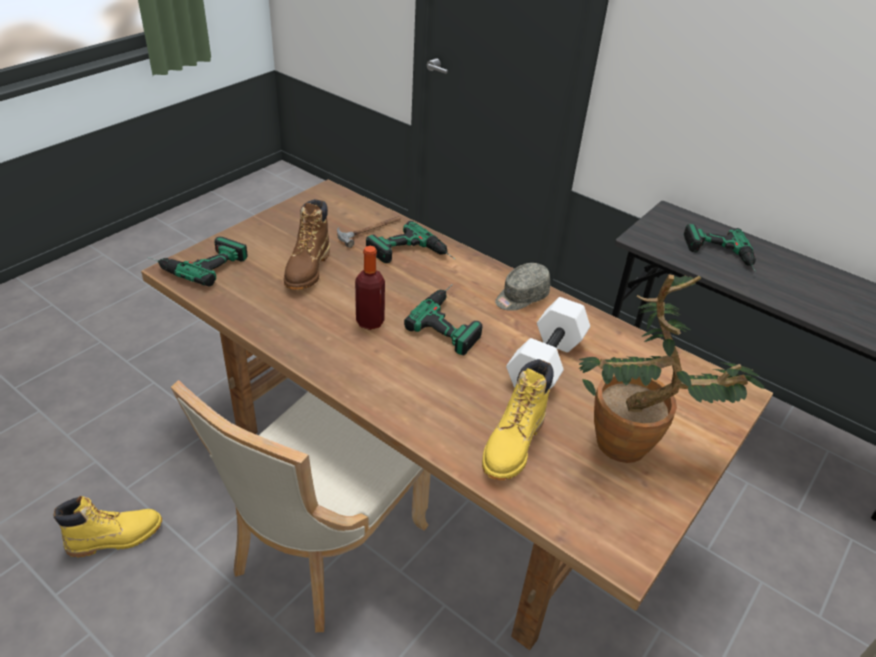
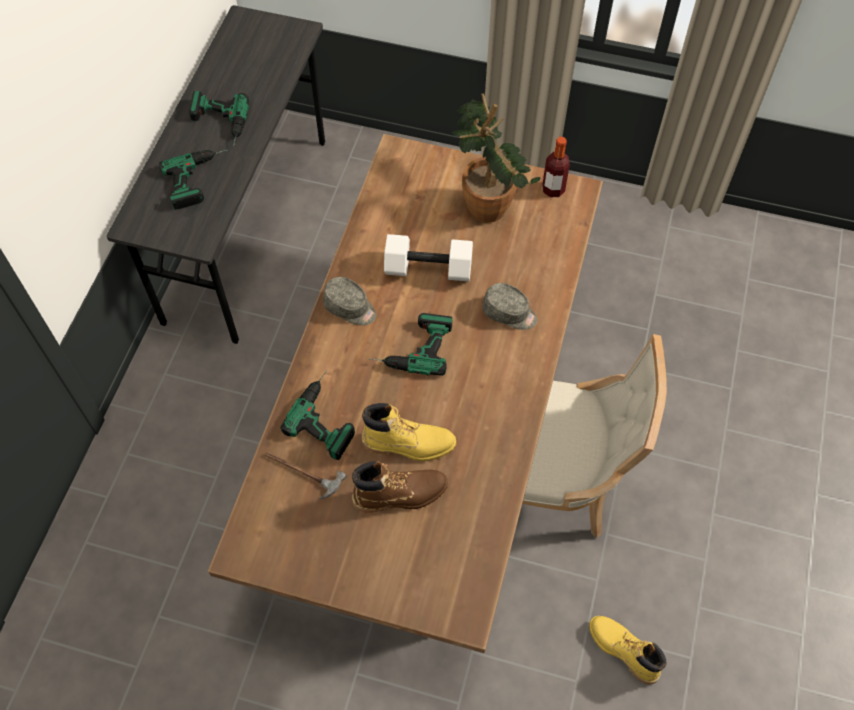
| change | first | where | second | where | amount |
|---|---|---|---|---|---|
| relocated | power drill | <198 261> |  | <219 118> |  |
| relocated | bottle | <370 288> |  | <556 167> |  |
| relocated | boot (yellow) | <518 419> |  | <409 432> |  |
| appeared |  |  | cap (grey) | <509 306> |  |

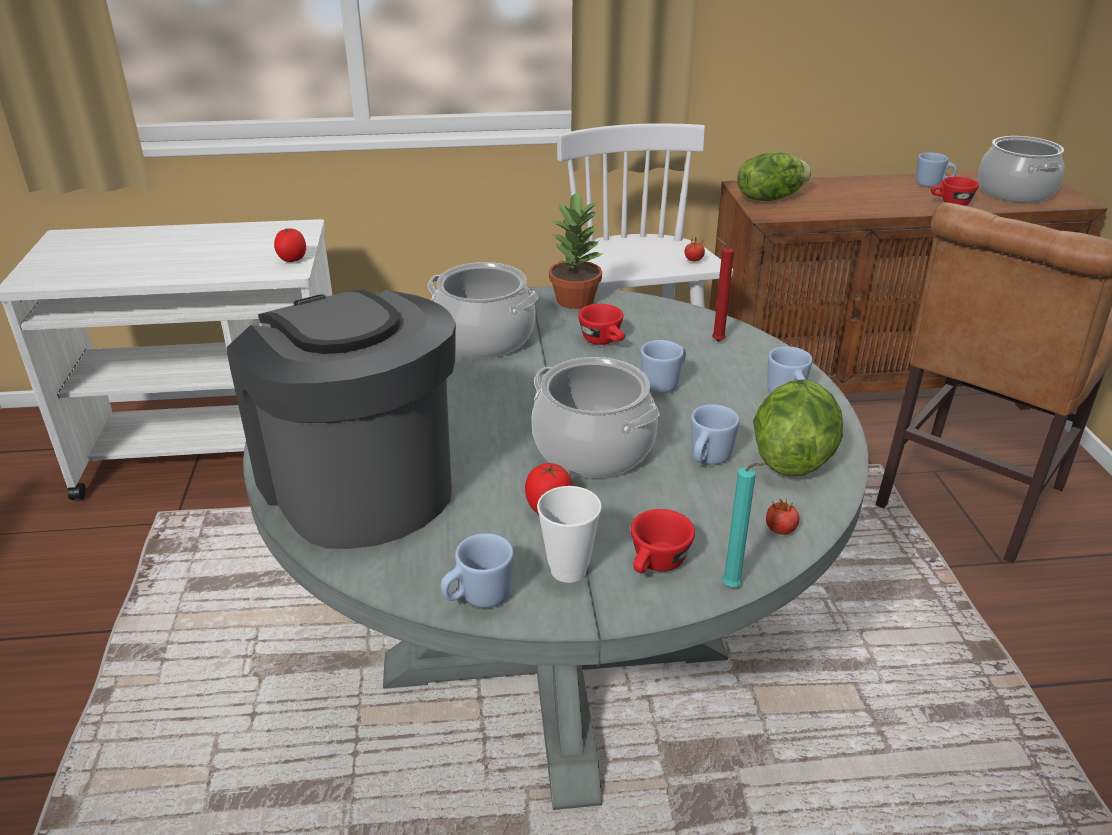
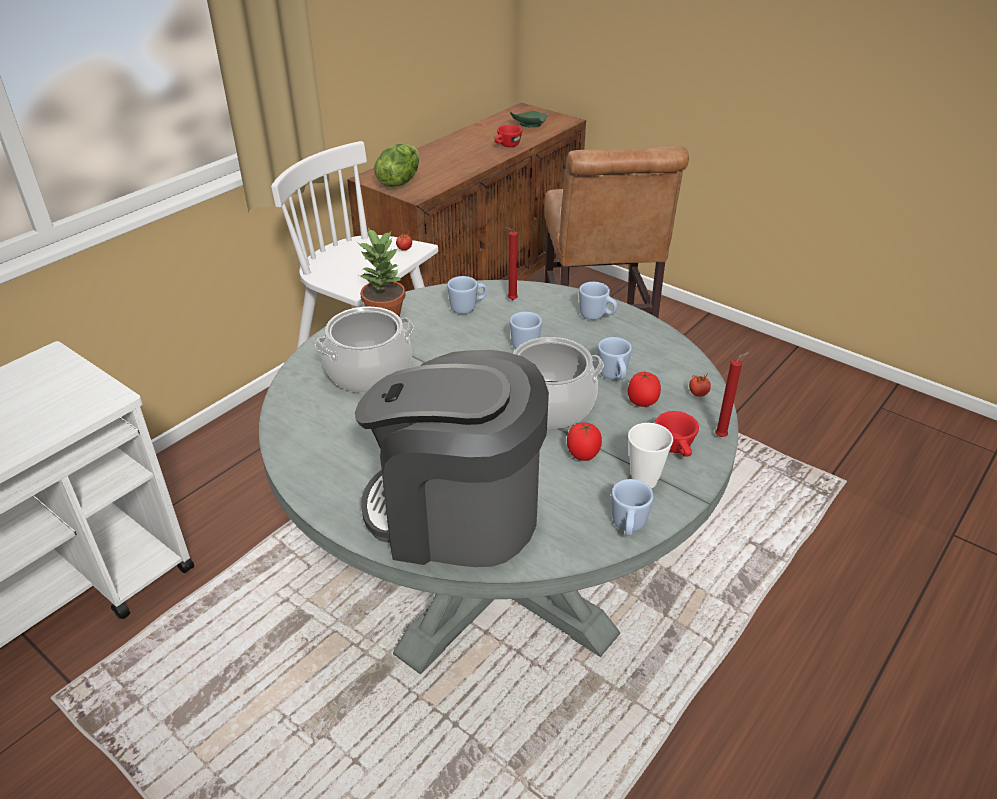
| change | first | where | second | where | amount |
|---|---|---|---|---|---|
| exchanged | cooking pot | <1021 169> | plate (green) | <528 119> |  |
| relocated | mug (blue) | <936 169> |  | <467 295> |  |
| relocated | tomato | <290 245> |  | <644 389> |  |
| missing | cup (red) | <601 324> |  |  |  |
| missing | lettuce | <798 428> |  |  |  |
| colour | candle (turquoise) | <744 525> | candle (red) | <732 394> |  |

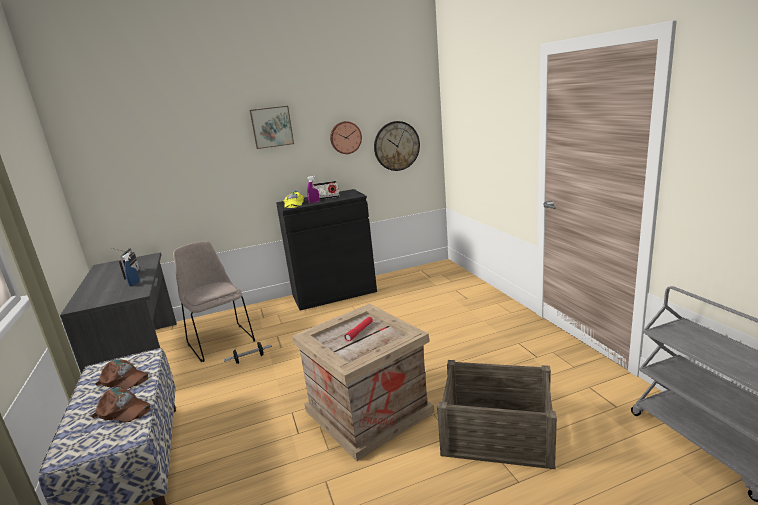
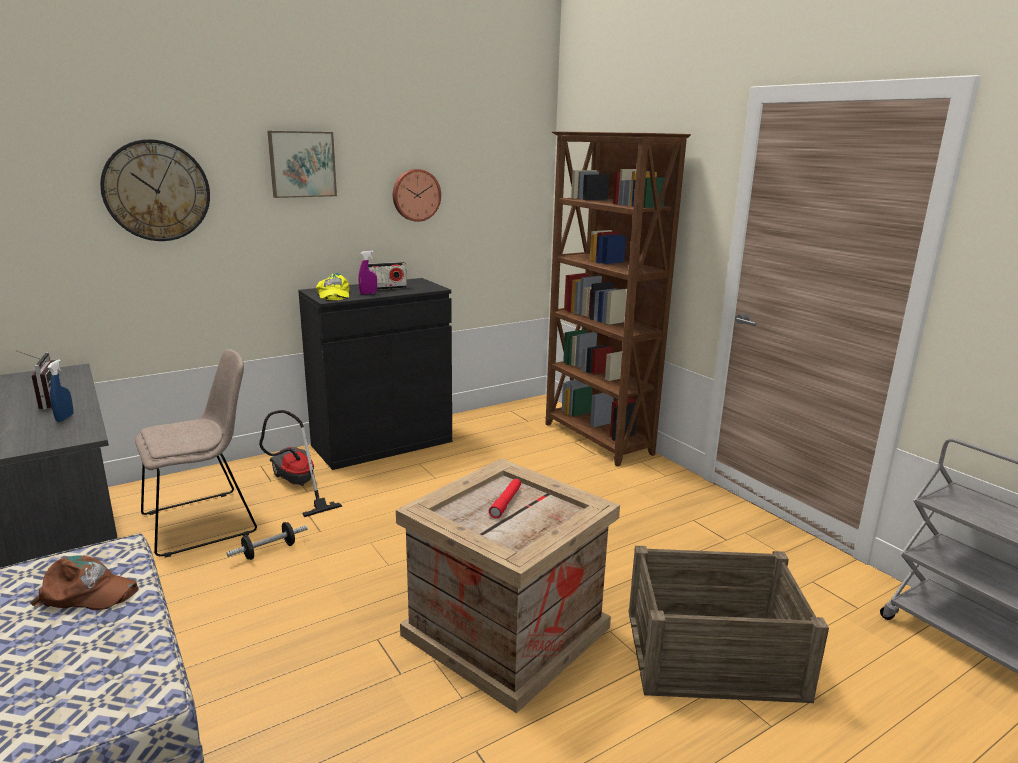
| change | first | where | second | where | amount |
|---|---|---|---|---|---|
| relocated | wall clock | <397 146> |  | <155 190> |  |
| spun | chair (beige) | <214 301> |  | <196 453> | 105 degrees clockwise |
| missing | cap (brown) | <121 405> |  |  |  |
| appeared |  |  | bookcase (brown) | <618 298> |  |
| appeared |  |  | vacuum cleaner | <300 463> |  |

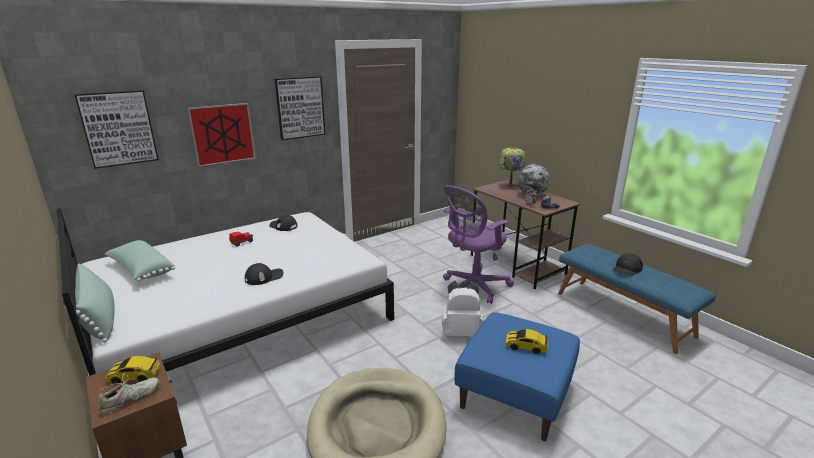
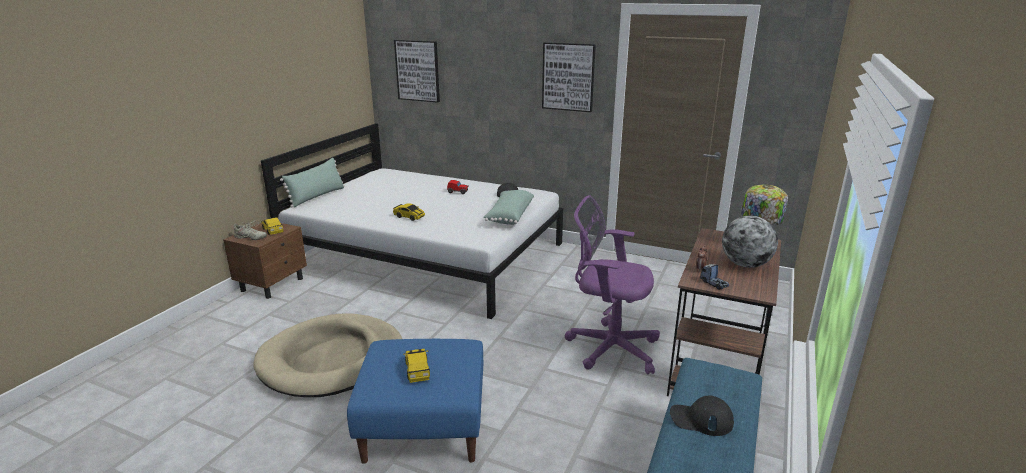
| change | first | where | second | where | amount |
|---|---|---|---|---|---|
| missing | picture | <221 135> |  |  |  |
| relocated | pillow (green) | <140 260> |  | <509 207> |  |
| exchanged | cap (black) | <264 274> | toy car | <409 212> |  |
| missing | backpack (white) | <463 309> |  |  |  |

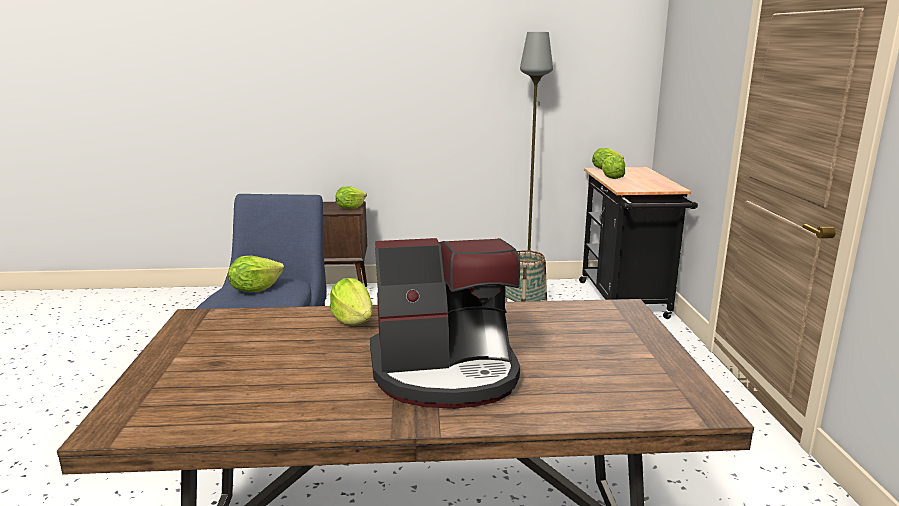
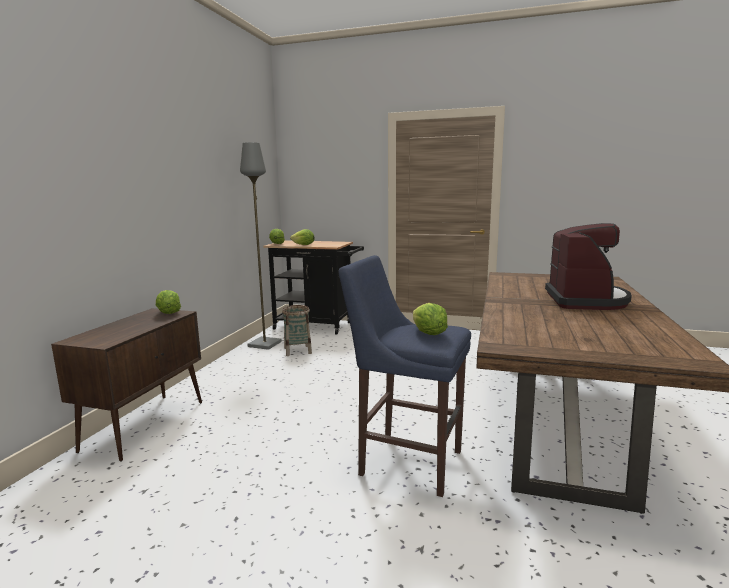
| change | first | where | second | where | amount |
|---|---|---|---|---|---|
| missing | lettuce | <351 301> |  |  |  |

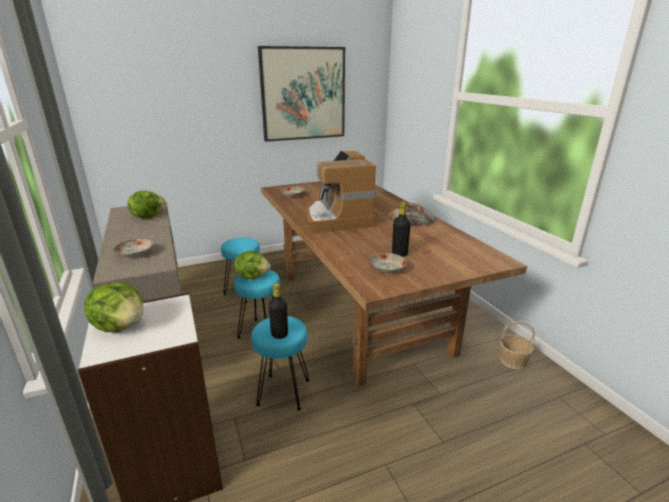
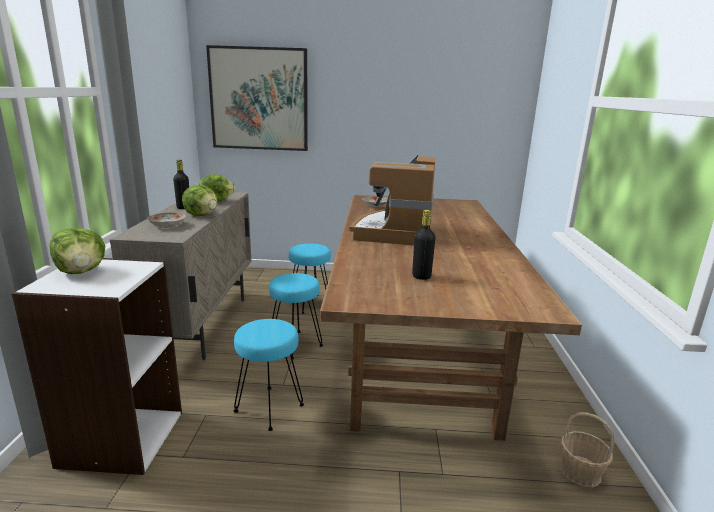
| change | first | where | second | where | amount |
|---|---|---|---|---|---|
| relocated | picture | <301 94> |  | <257 98> |  |
| missing | bread | <411 214> |  |  |  |
| relocated | lettuce | <253 265> |  | <200 200> |  |
| missing | plate | <388 263> |  |  |  |
| relocated | bottle (black) | <278 311> |  | <181 184> |  |

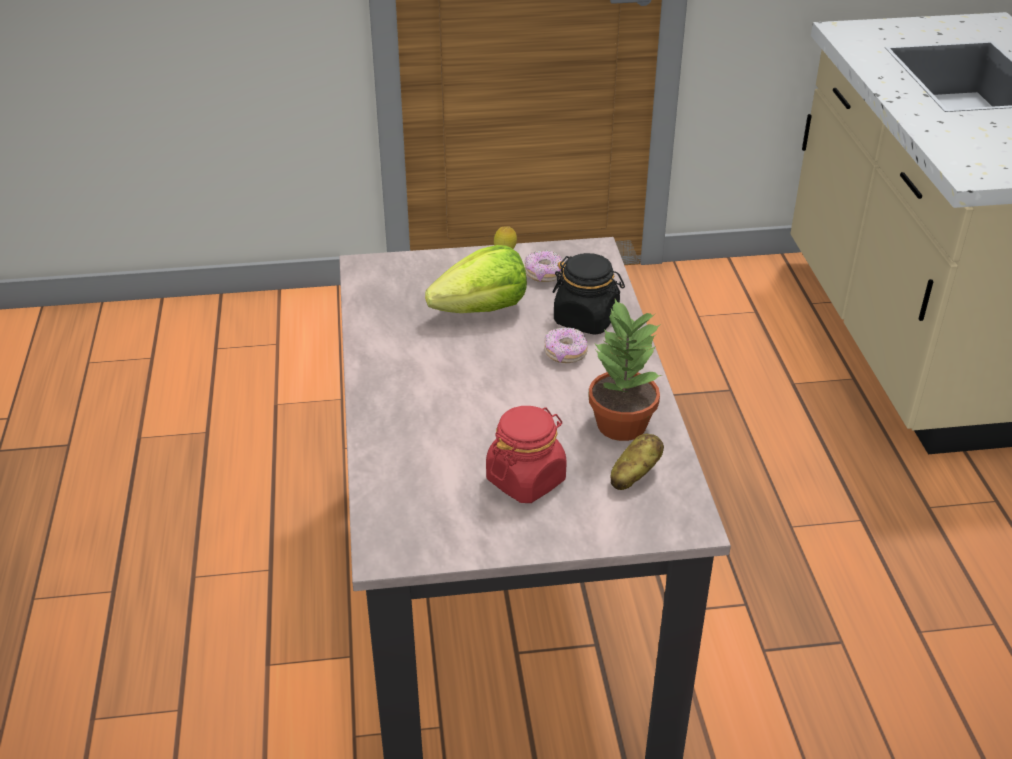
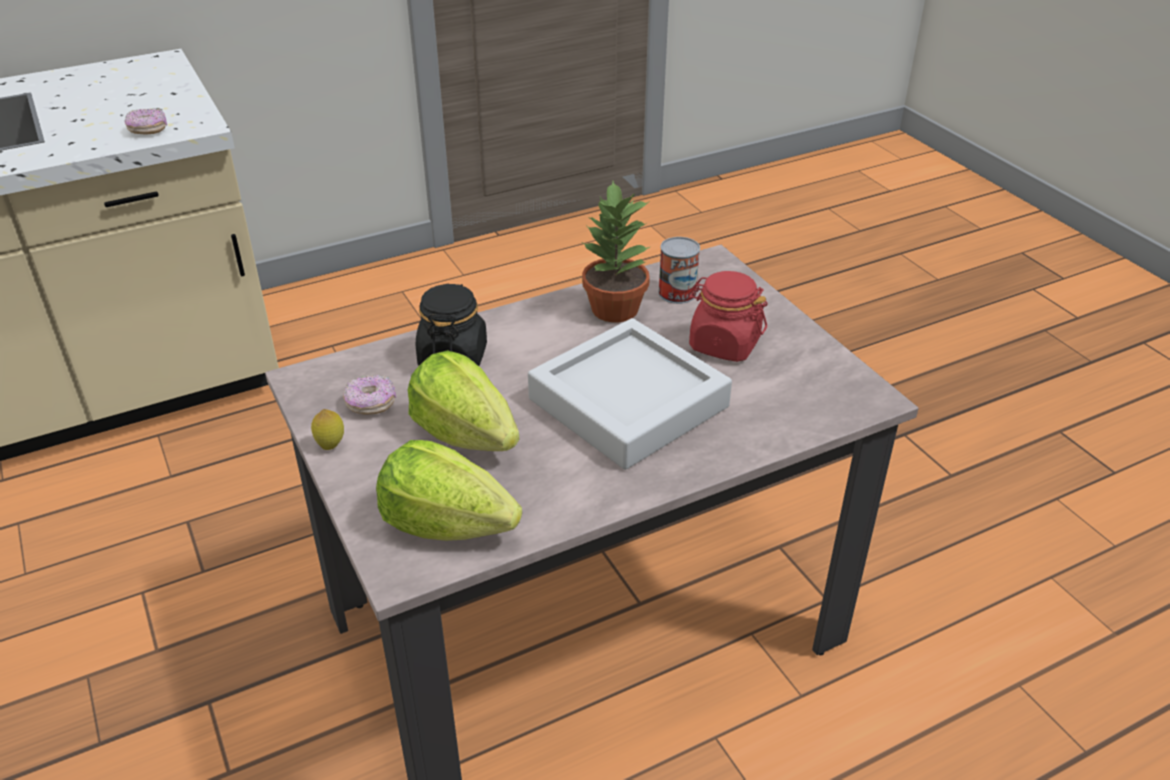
| change | first | where | second | where | amount |
|---|---|---|---|---|---|
| relocated | donut | <566 345> |  | <146 121> |  |
| exchanged | potato | <637 462> | can | <679 270> |  |
| appeared |  |  | tray (grey) | <630 394> |  |
| appeared |  |  | lettuce | <449 490> |  |

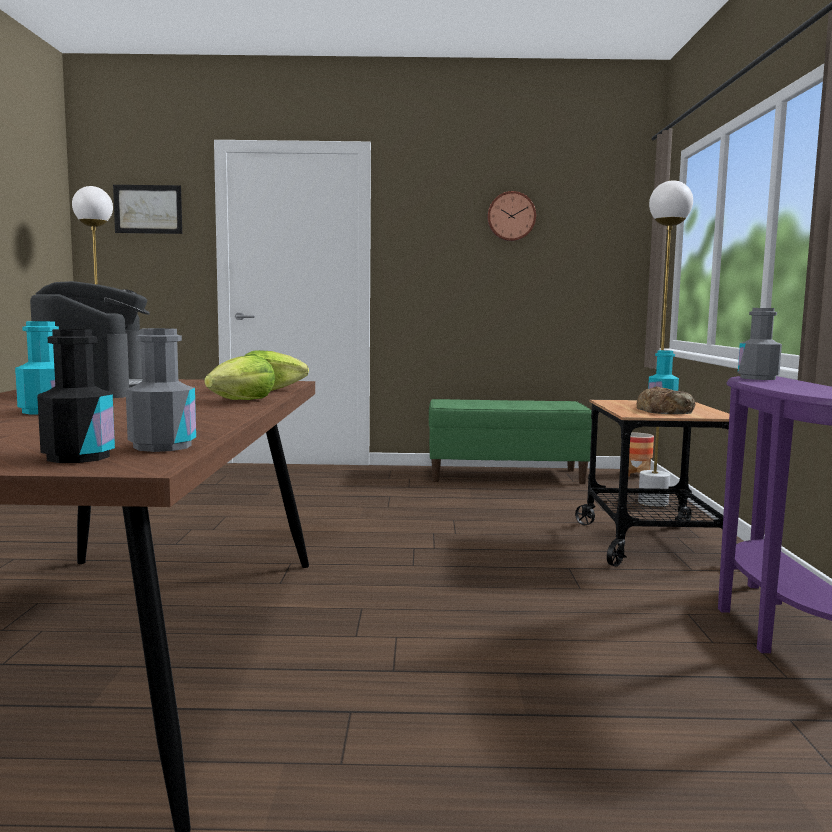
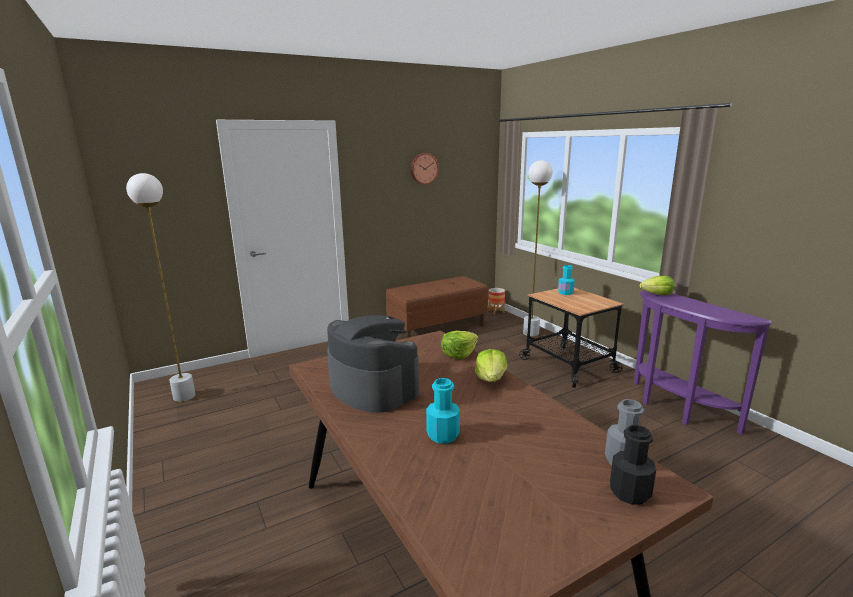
| change | first | where | second | where | amount |
|---|---|---|---|---|---|
| missing | picture | <147 209> |  |  |  |
| exchanged | bottle (grey) | <760 344> | lettuce | <657 285> |  |
| missing | bread | <666 400> |  |  |  |
| colour | bench (green) | <510 441> | bench (brown) | <437 307> |  |

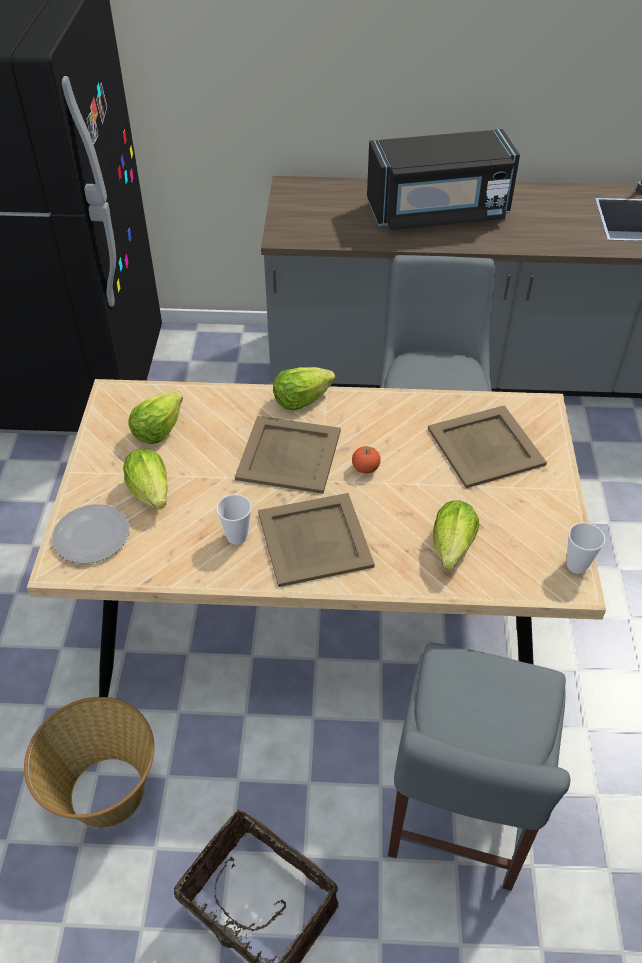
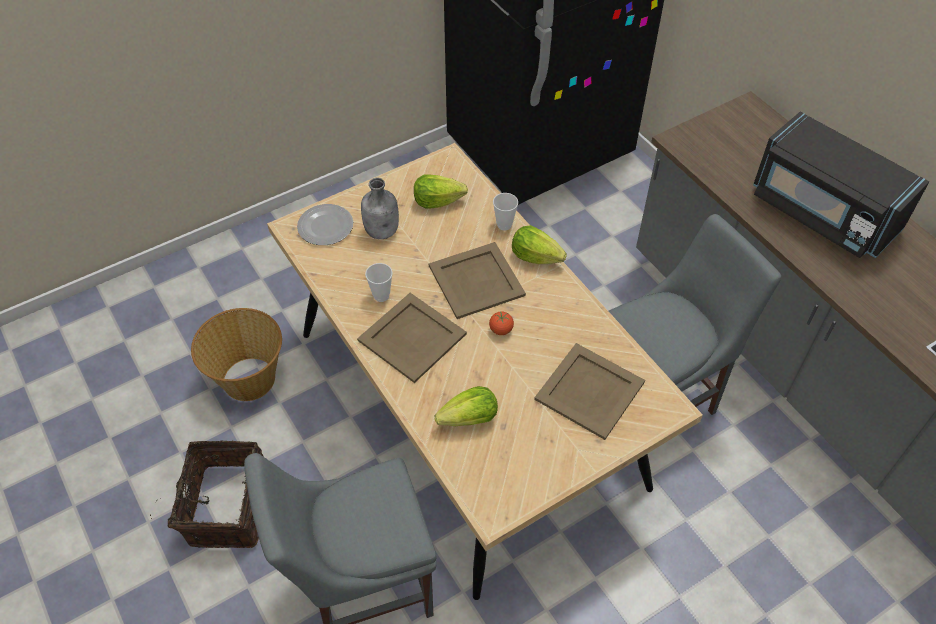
| change | first | where | second | where | amount |
|---|---|---|---|---|---|
| exchanged | lettuce | <145 478> | bottle (grey) | <380 208> |  |
| relocated | cup | <585 548> |  | <505 212> |  |

